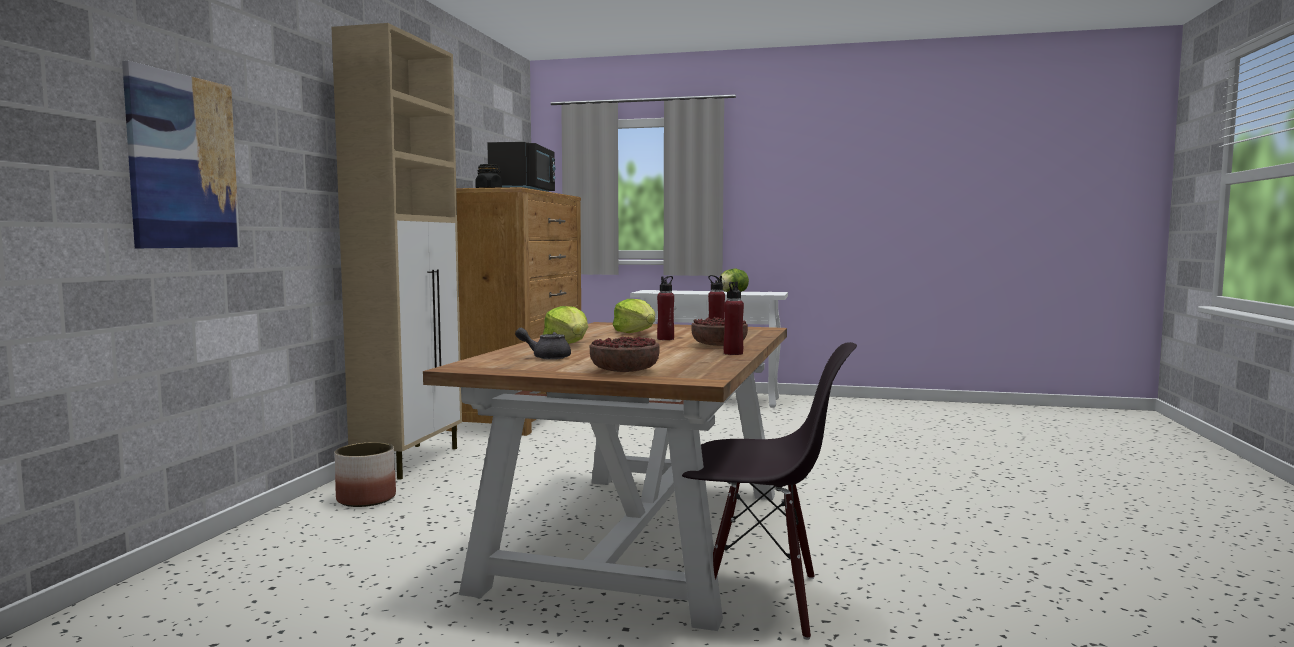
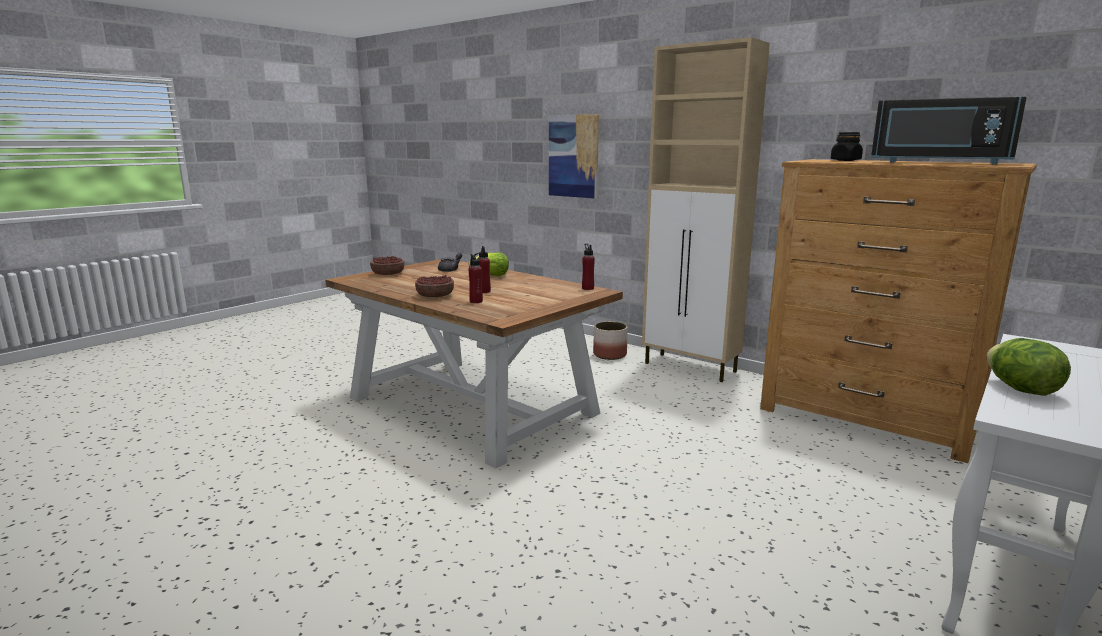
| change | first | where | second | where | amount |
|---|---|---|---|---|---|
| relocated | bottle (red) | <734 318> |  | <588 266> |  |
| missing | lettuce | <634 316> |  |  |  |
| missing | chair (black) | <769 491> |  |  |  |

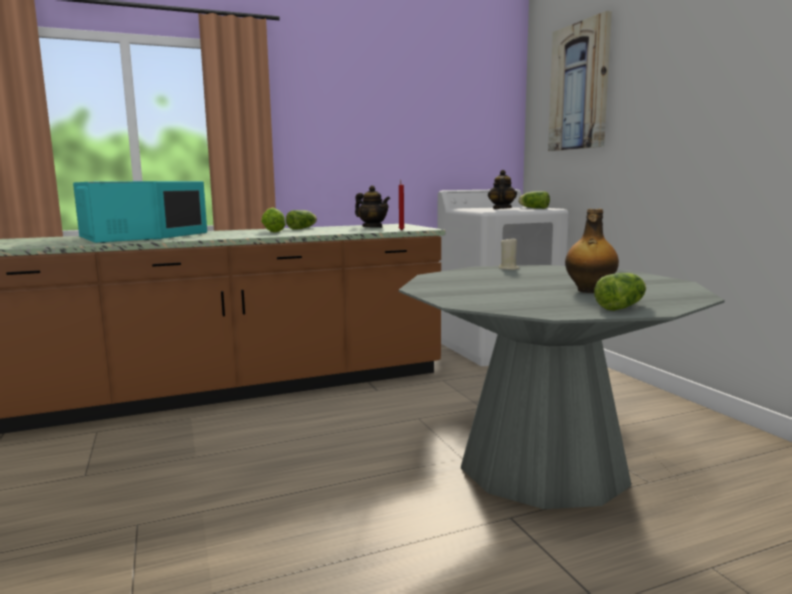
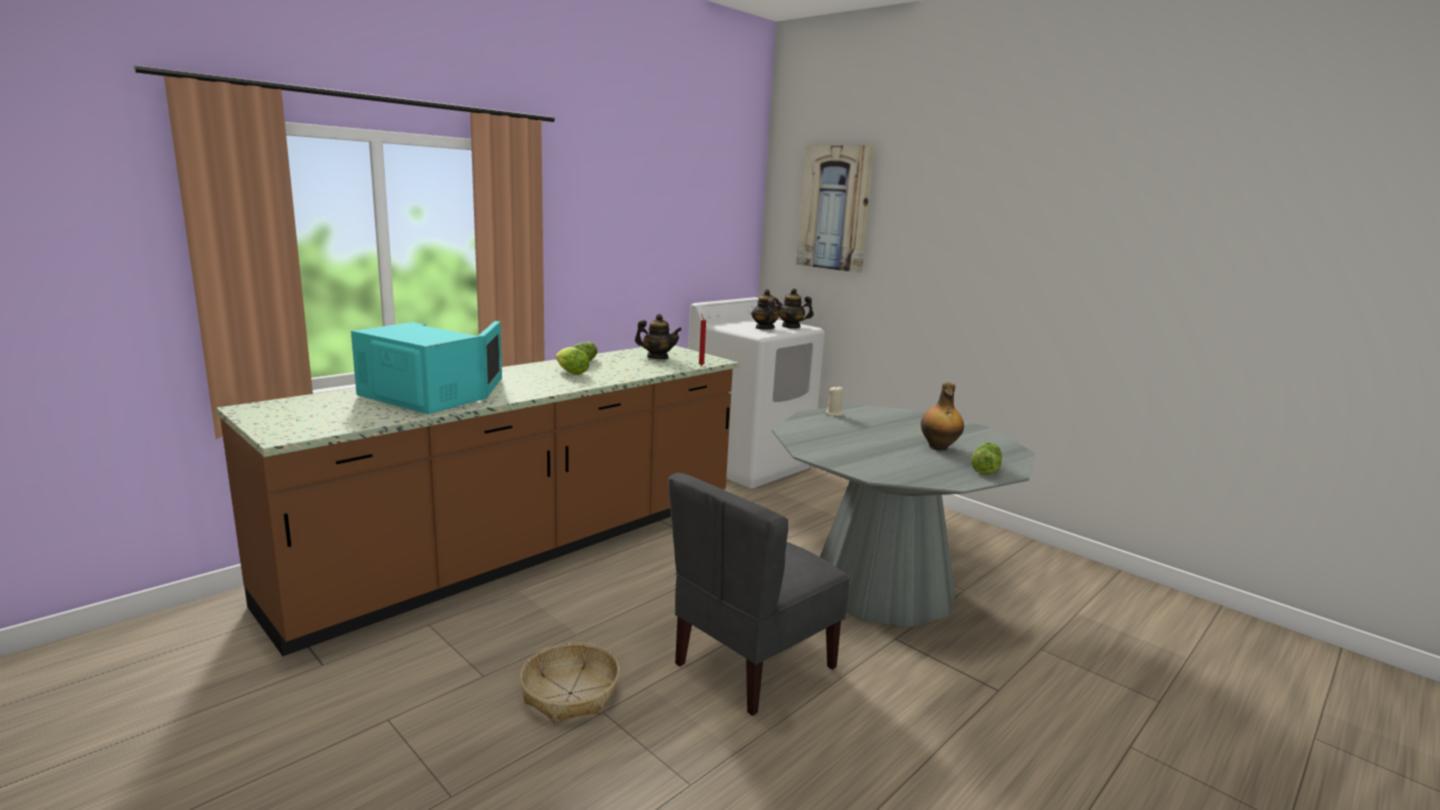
| change | first | where | second | where | amount |
|---|---|---|---|---|---|
| exchanged | lettuce | <534 200> | teapot | <794 308> |  |
| appeared |  |  | chair (grey) | <759 594> |  |
| appeared |  |  | basket | <569 682> |  |

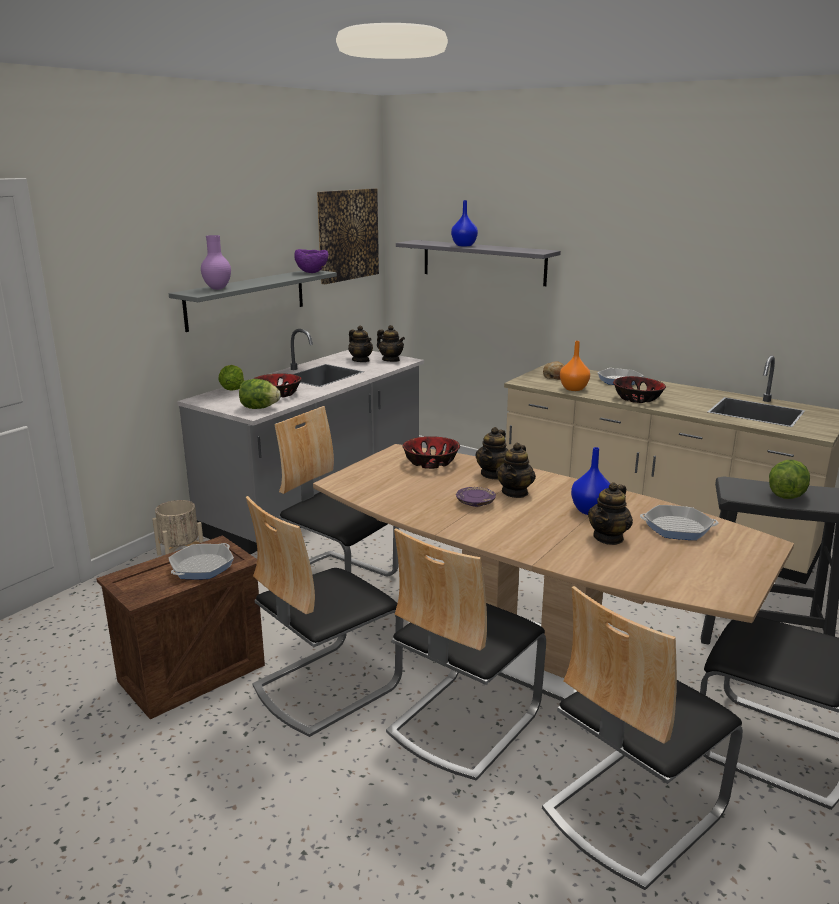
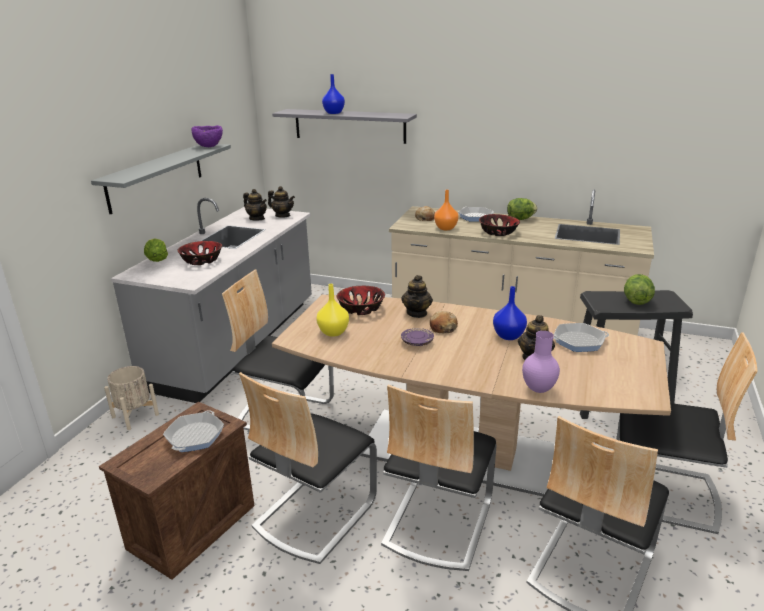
| change | first | where | second | where | amount |
|---|---|---|---|---|---|
| missing | picture | <348 236> |  |  |  |
| relocated | vase (purple) | <216 262> |  | <541 362> |  |
| relocated | lettuce | <260 394> |  | <522 209> |  |
| exchanged | teapot | <516 470> | bread | <444 322> |  |
| appeared |  |  | vase (yellow) | <332 310> |  |

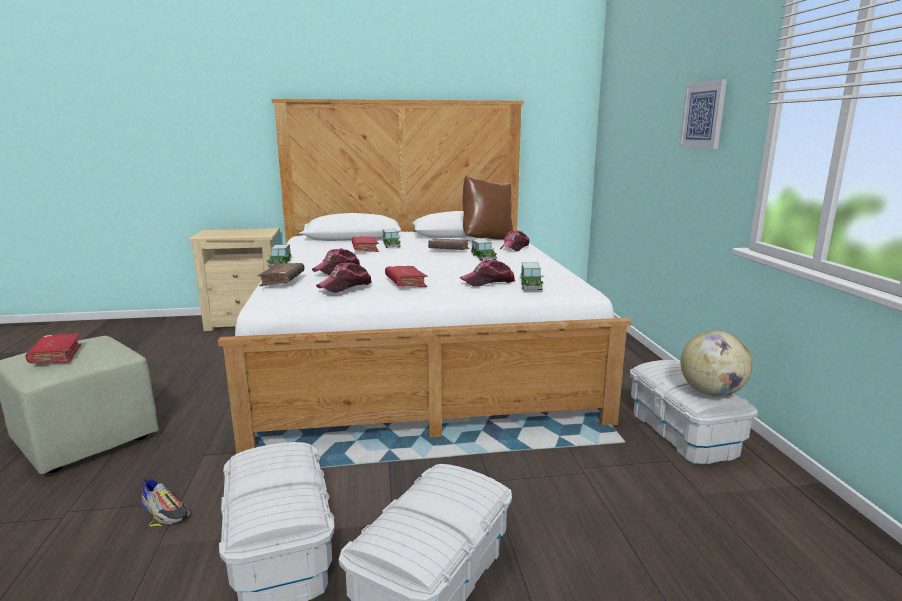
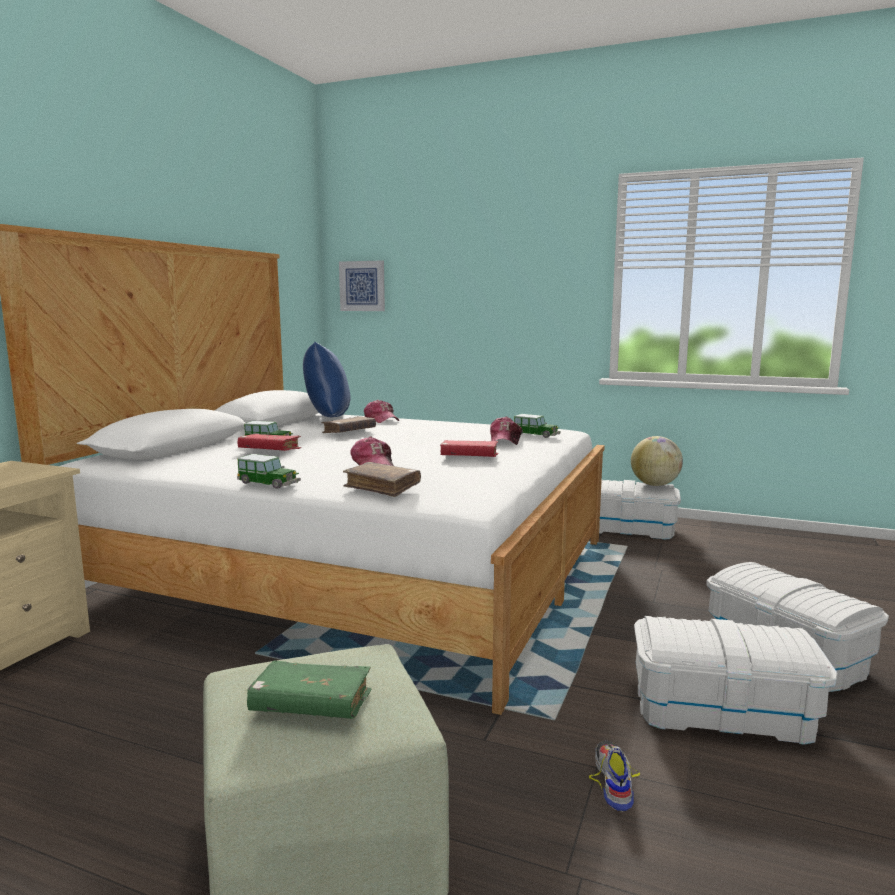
| change | first | where | second | where | amount |
|---|---|---|---|---|---|
| relocated | picture | <703 114> |  | <362 286> |  |
| colour | pillow (brown) | <487 207> | pillow (blue) | <327 379> |  |
| missing | toy car | <484 250> |  |  |  |
| missing | cap | <344 277> |  |  |  |
| colour | book (red) | <53 348> | book (green) | <309 689> |  |
| spun | shoe | <165 502> |  | <614 776> | 60 degrees counterclockwise |

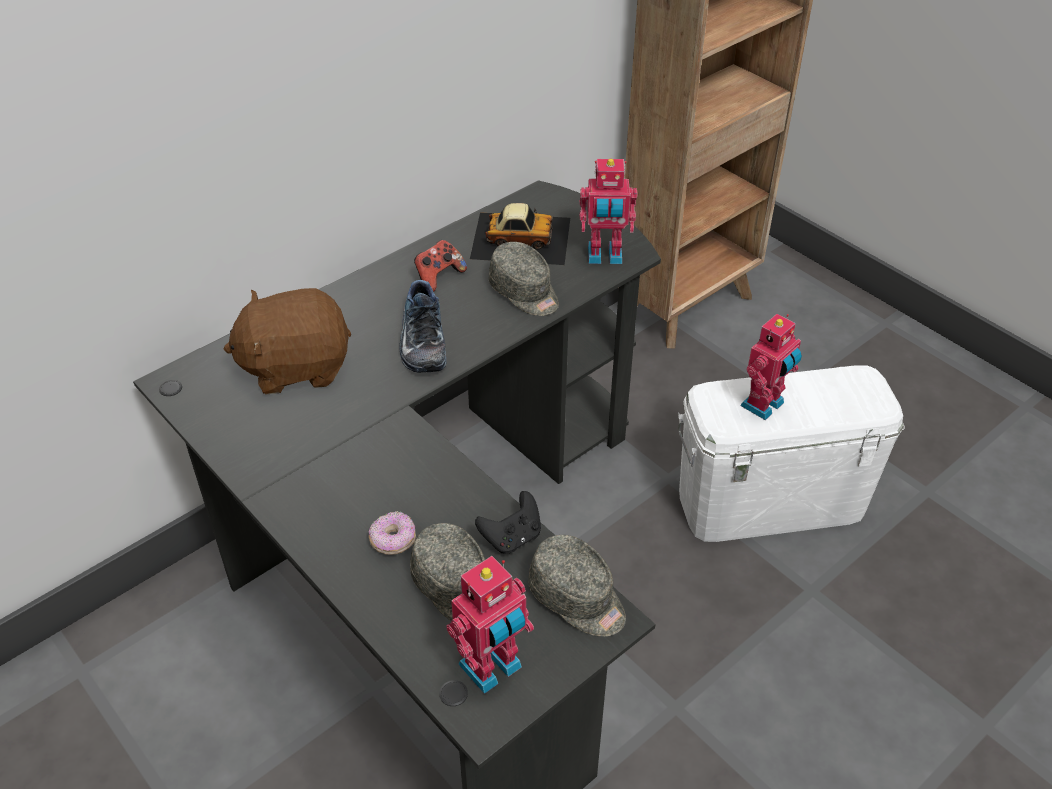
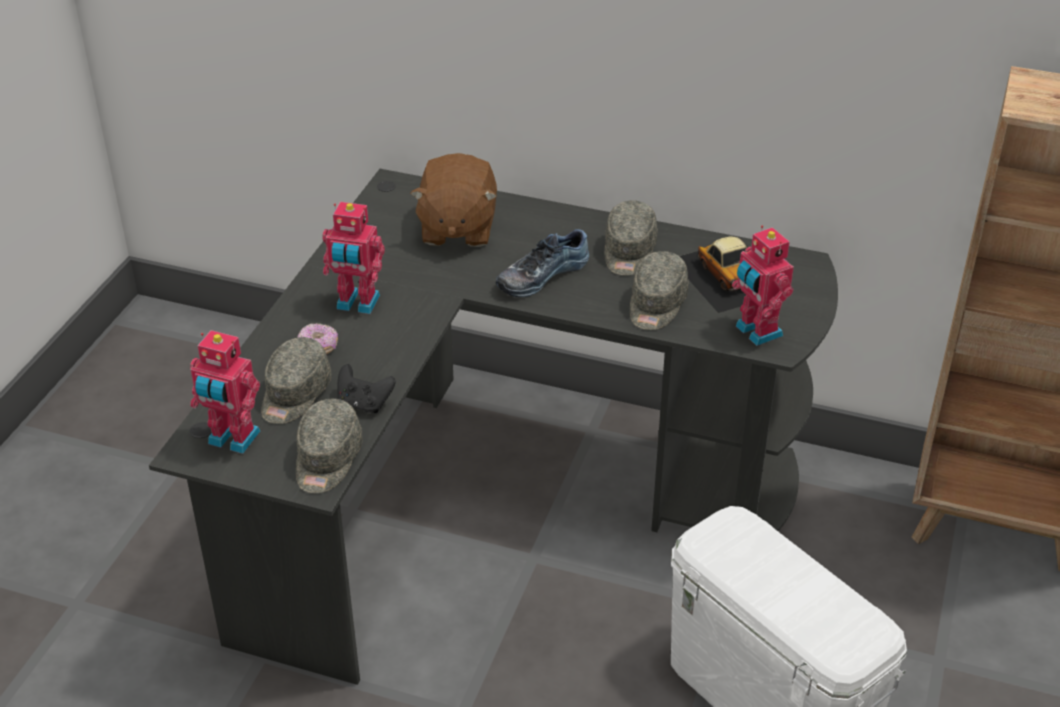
| change | first | where | second | where | amount |
|---|---|---|---|---|---|
| exchanged | game controller | <440 266> | cap (grey) | <630 238> |  |
| spun | plush toy (brown) | <287 341> |  | <453 200> | 135 degrees counterclockwise |
| relocated | toy robot | <771 367> |  | <353 258> |  |

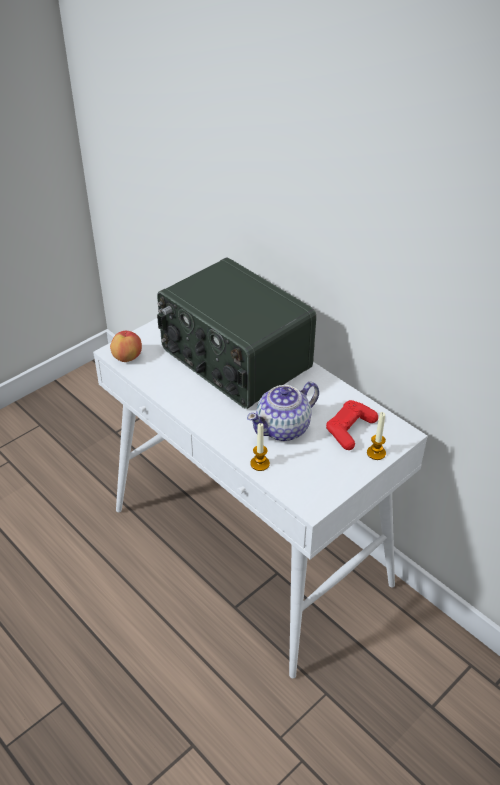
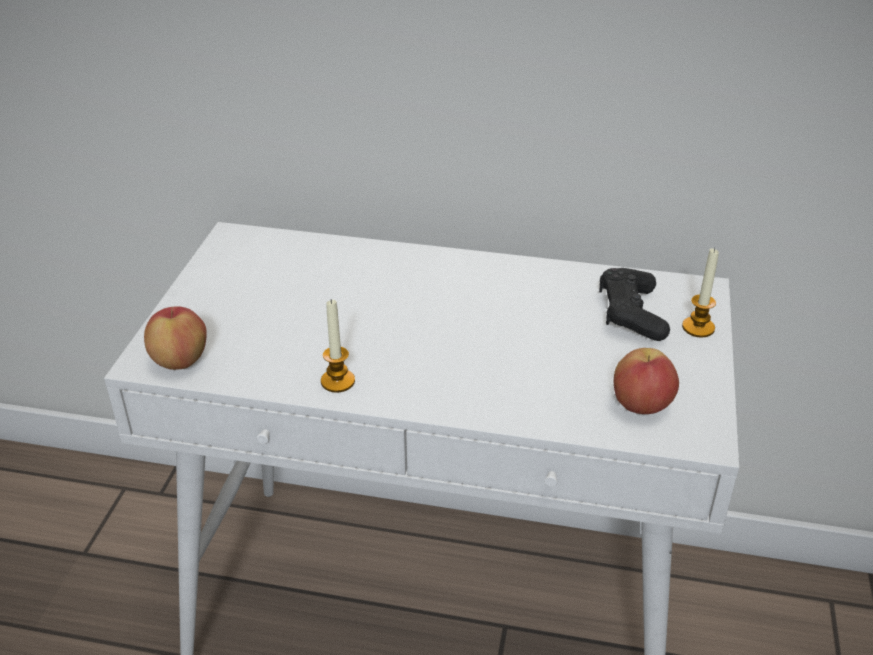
| change | first | where | second | where | amount |
|---|---|---|---|---|---|
| missing | radio | <236 333> |  |  |  |
| missing | teapot | <283 411> |  |  |  |
| colour | game controller (red) | <352 425> | game controller (black) | <634 304> |  |
| relocated | candle | <260 447> |  | <338 346> |  |
| appeared |  |  | apple | <646 381> |  |

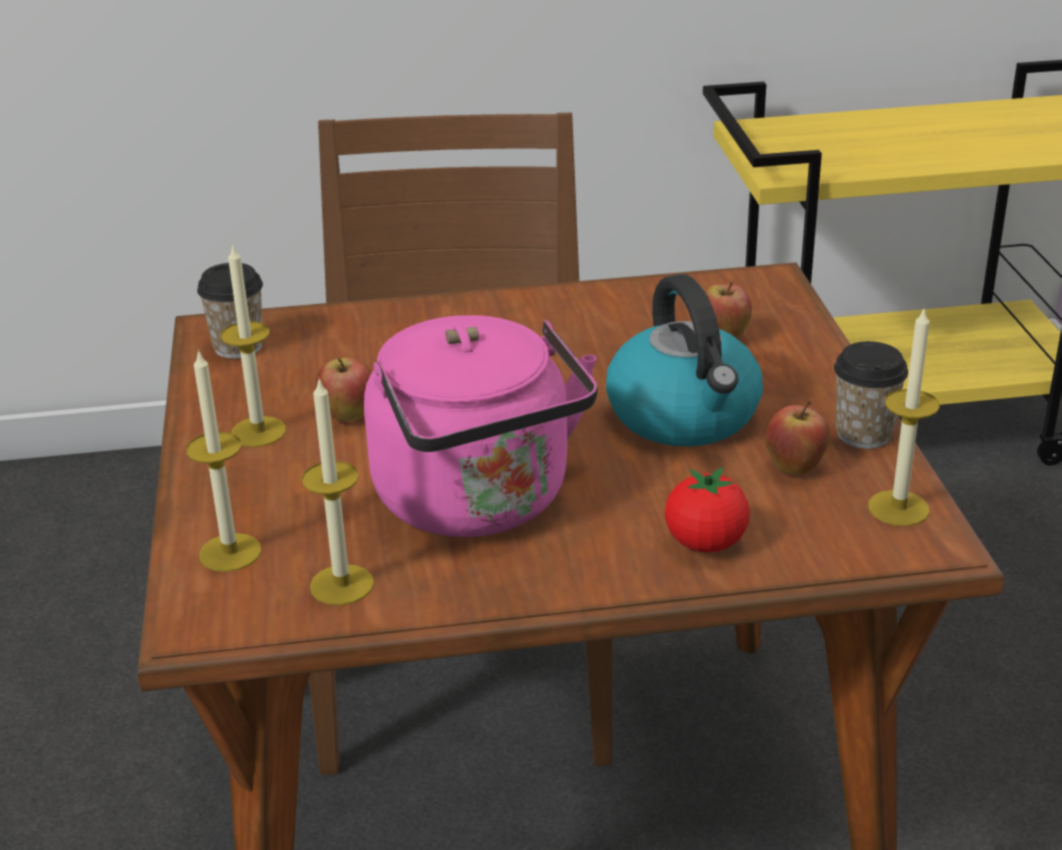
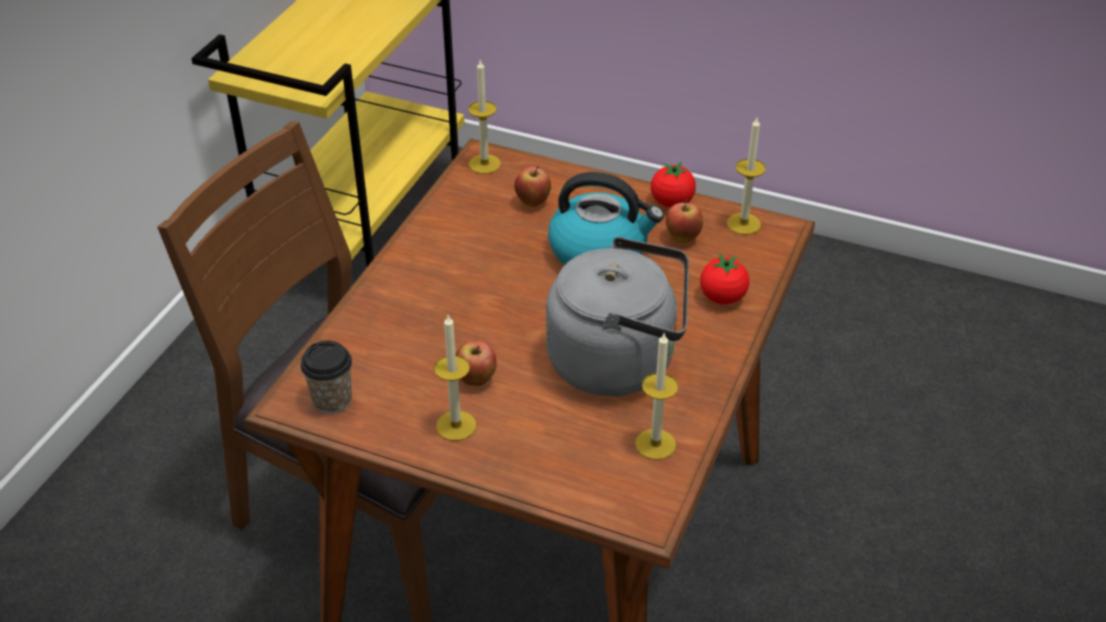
| change | first | where | second | where | amount |
|---|---|---|---|---|---|
| colour | kettle (pink) | <481 426> | kettle (grey) | <617 316> |  |
| exchanged | cup | <871 395> | tomato | <673 184> |  |
| relocated | candle | <224 460> |  | <484 117> |  |

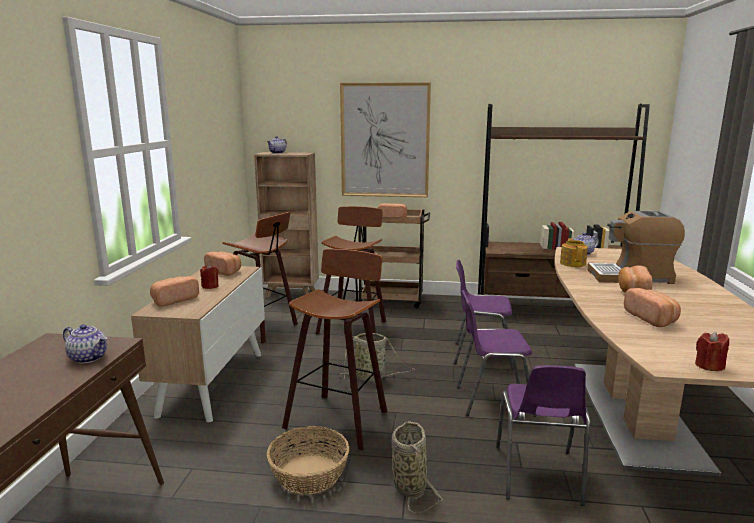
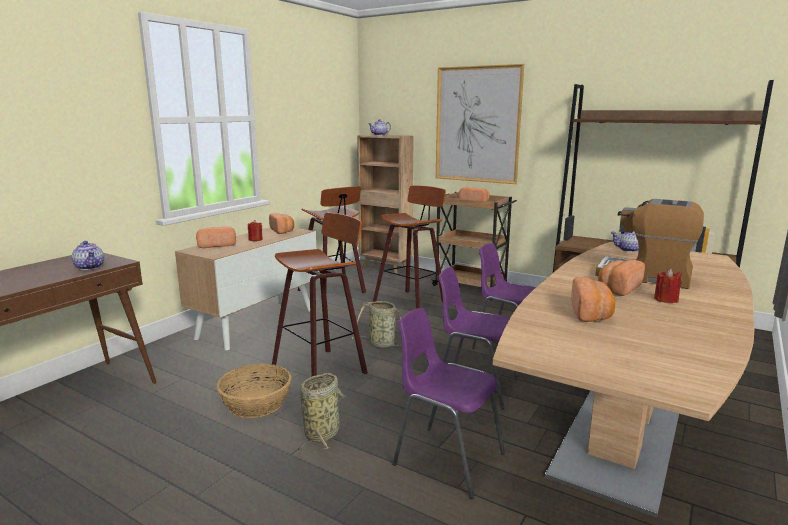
| change | first | where | second | where | amount |
|---|---|---|---|---|---|
| missing | teapot | <574 252> |  |  |  |
| relocated | candle (red) | <712 351> |  | <668 285> |  |
| spun | chair (purple) | <543 435> |  | <448 403> | 90 degrees clockwise |

